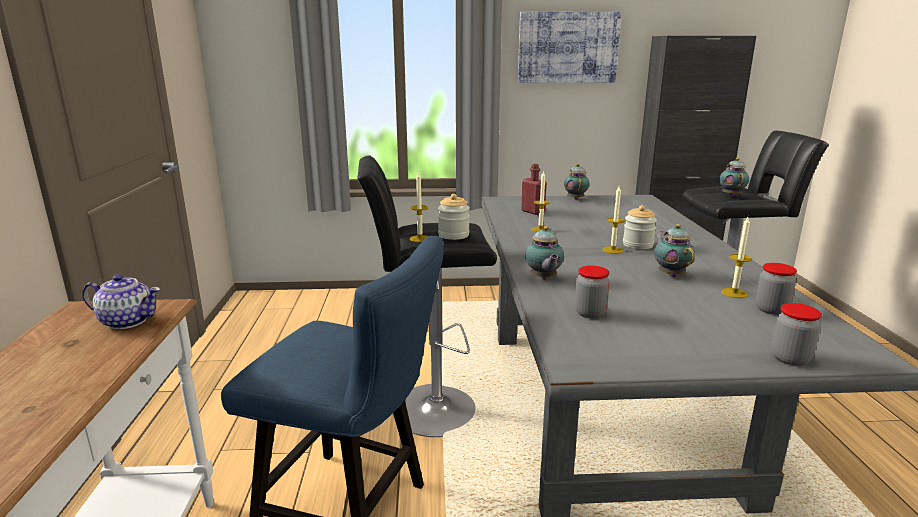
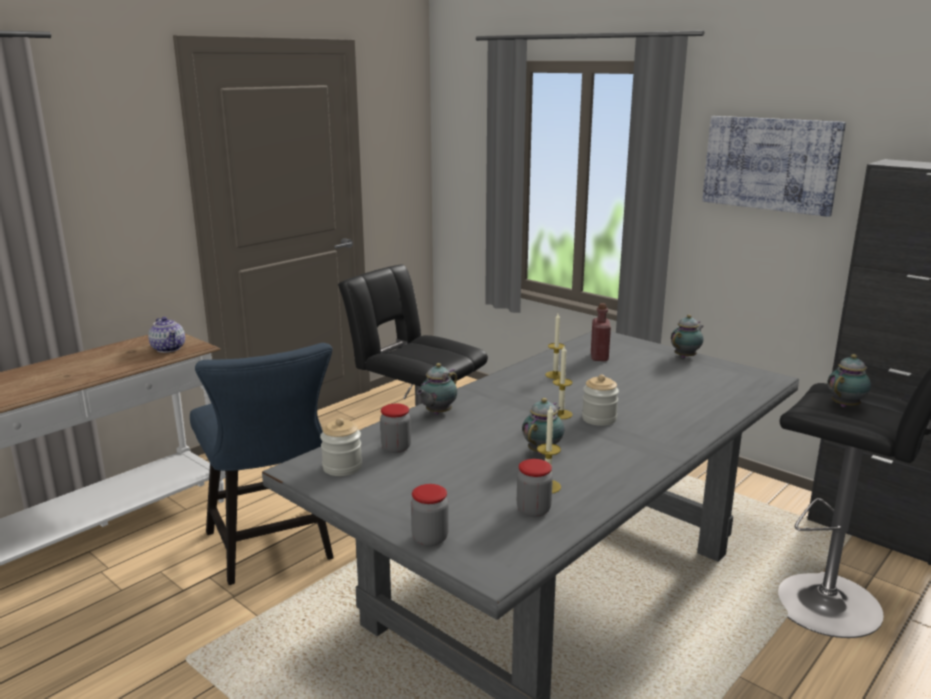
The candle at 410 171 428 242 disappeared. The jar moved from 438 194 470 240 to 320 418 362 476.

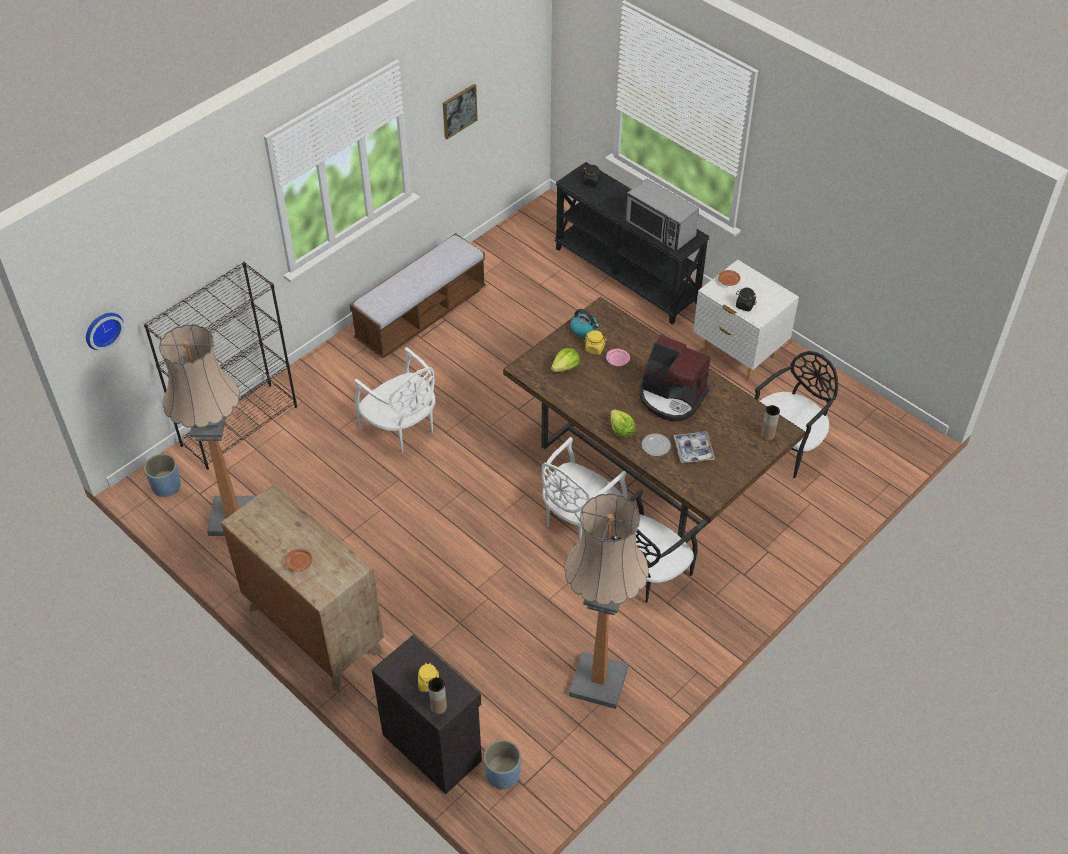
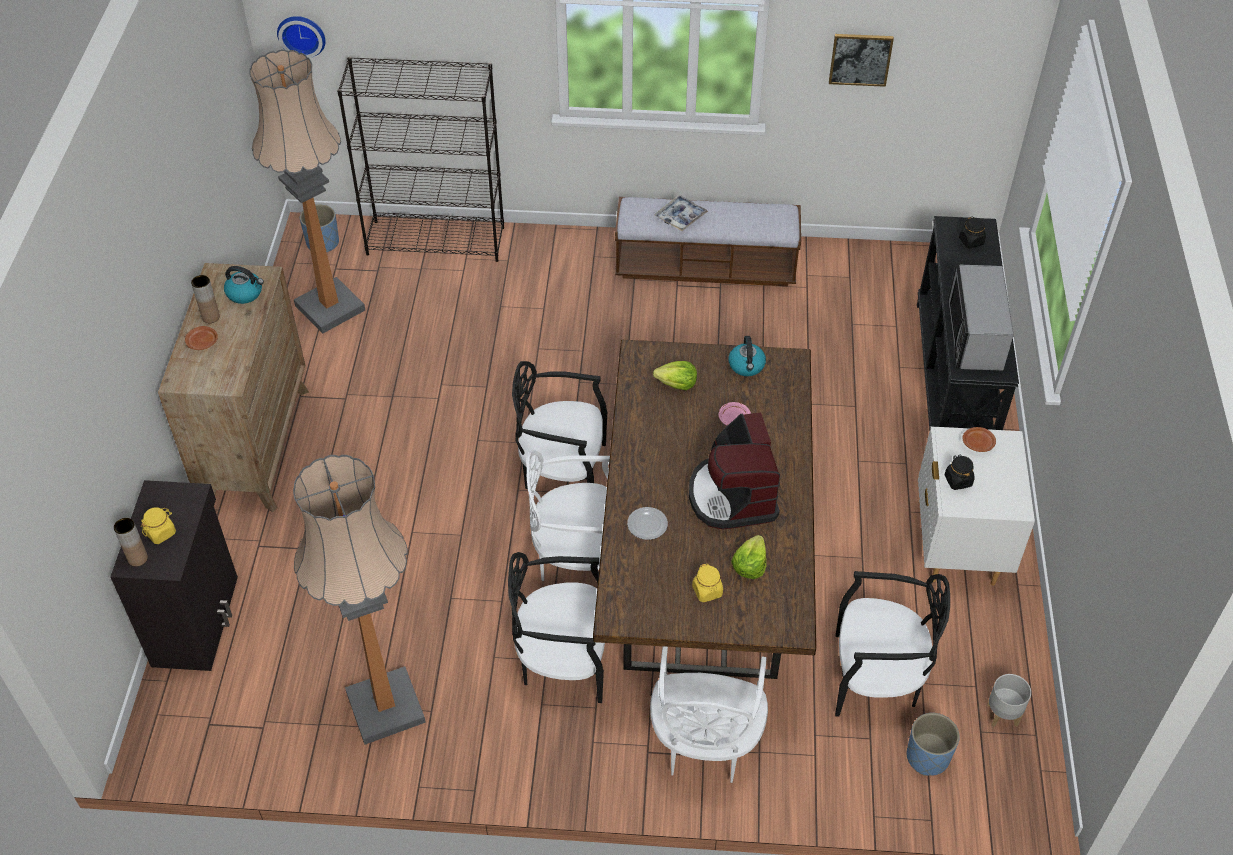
The jar (yellow) moved from 584 330 607 355 to 692 564 723 602. The chair (white) moved from 354 347 436 453 to 650 646 768 783. The vase (brown) moved from 761 405 780 441 to 191 275 220 323. The lettuce moved from 611 409 636 438 to 731 535 767 579. The tray moved from 674 431 715 463 to 655 195 708 231. The planter (blue) moved from 484 740 521 789 to 907 713 960 776. The kettle at 224 266 264 304 appeared. The chair (black) at 512 361 607 489 appeared. The planter (grey) at 987 674 1031 727 appeared.

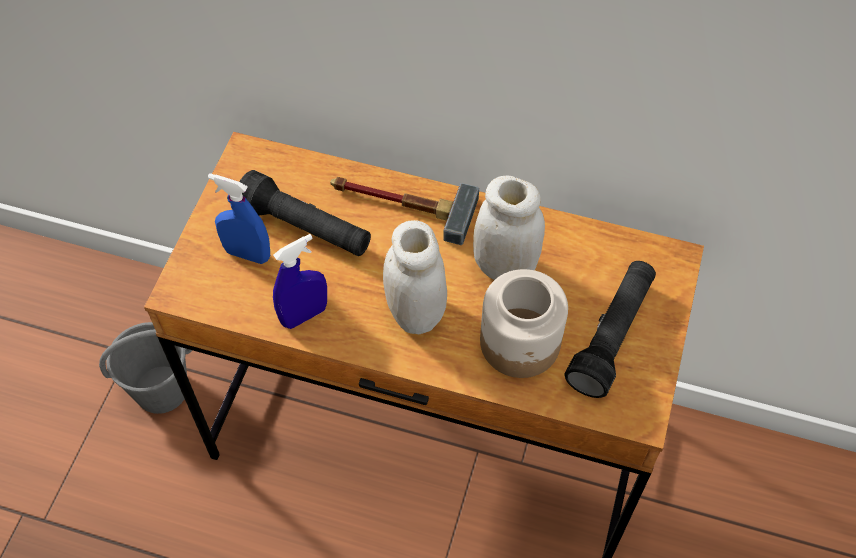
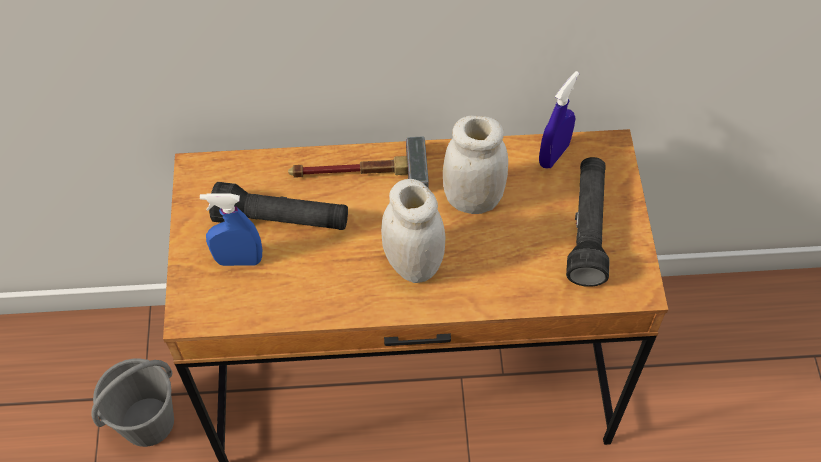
The spray bottle (blue) moved from 273 234 327 329 to 539 71 579 169. The jar at 480 269 568 378 disappeared.

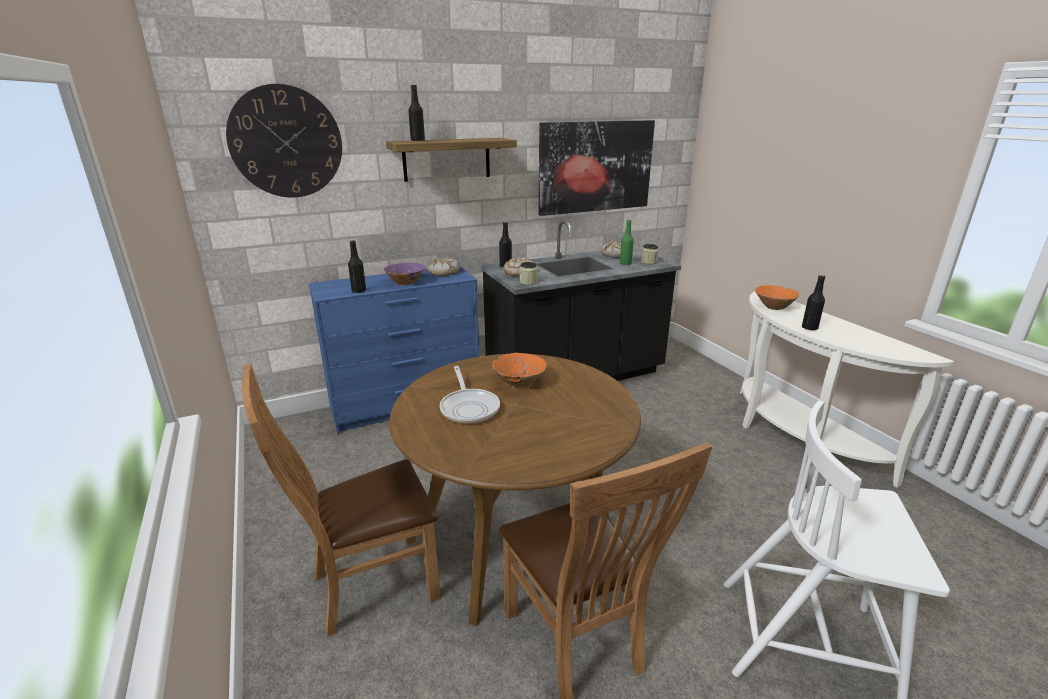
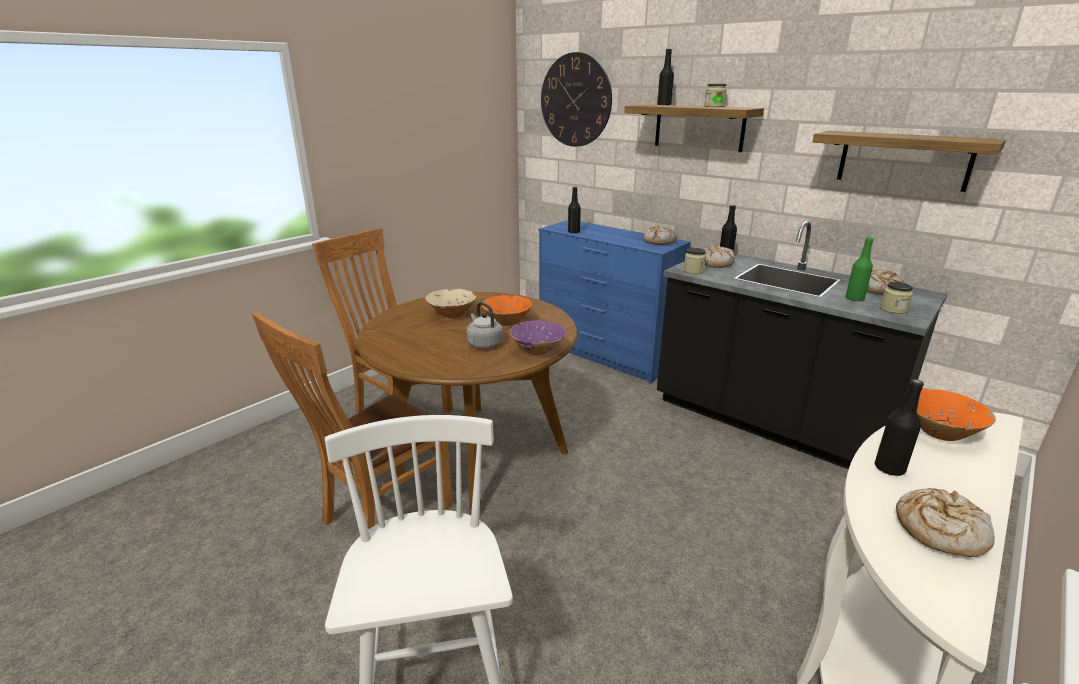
The picture at 538 120 655 216 was replaced by the shelf at 812 130 1006 192. The bowl (purple) moved from 384 263 426 285 to 510 320 566 355. The frying pan at 440 366 500 424 was replaced by the bowl (beige) at 425 289 476 318. The jar at 704 84 727 107 appeared. The kettle (grey) at 467 302 503 349 appeared. The bread at 896 488 995 557 appeared.

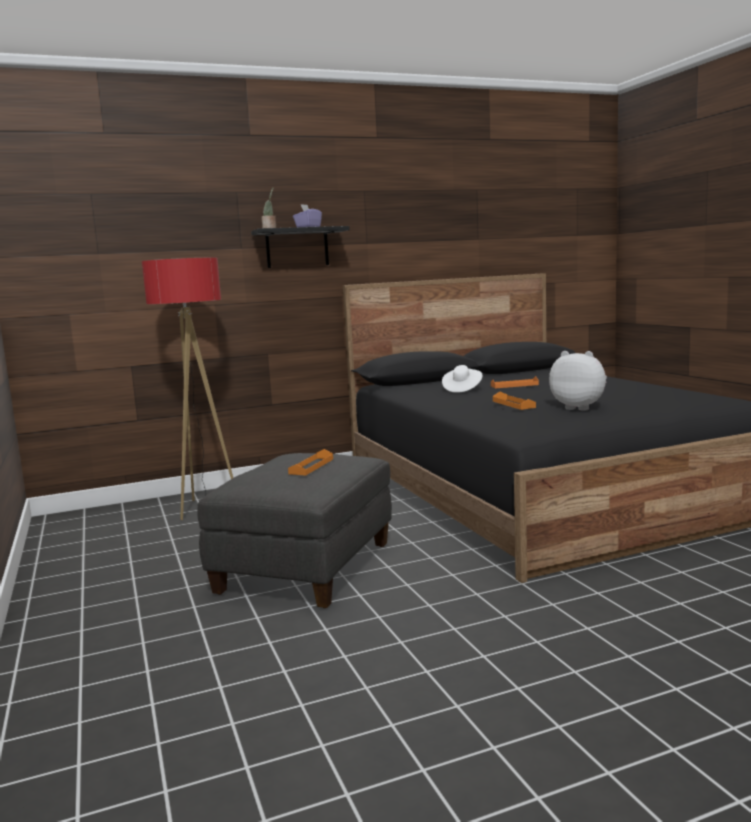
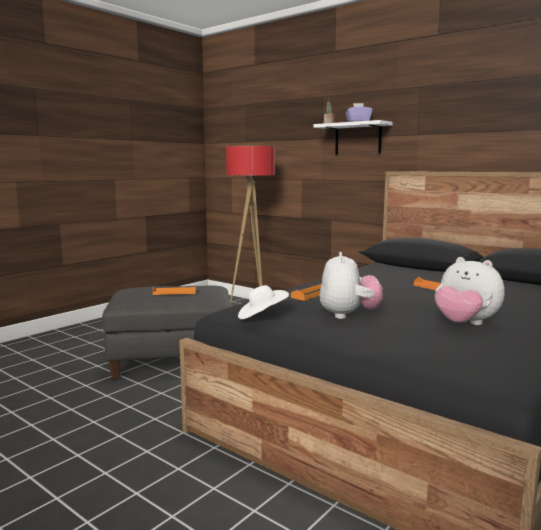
The shelf (black) at 251 226 350 268 became the shelf (white) at 313 120 393 154. The hat (white) moved from 442 365 483 393 to 238 285 289 319. The plush toy at 435 257 505 325 appeared.

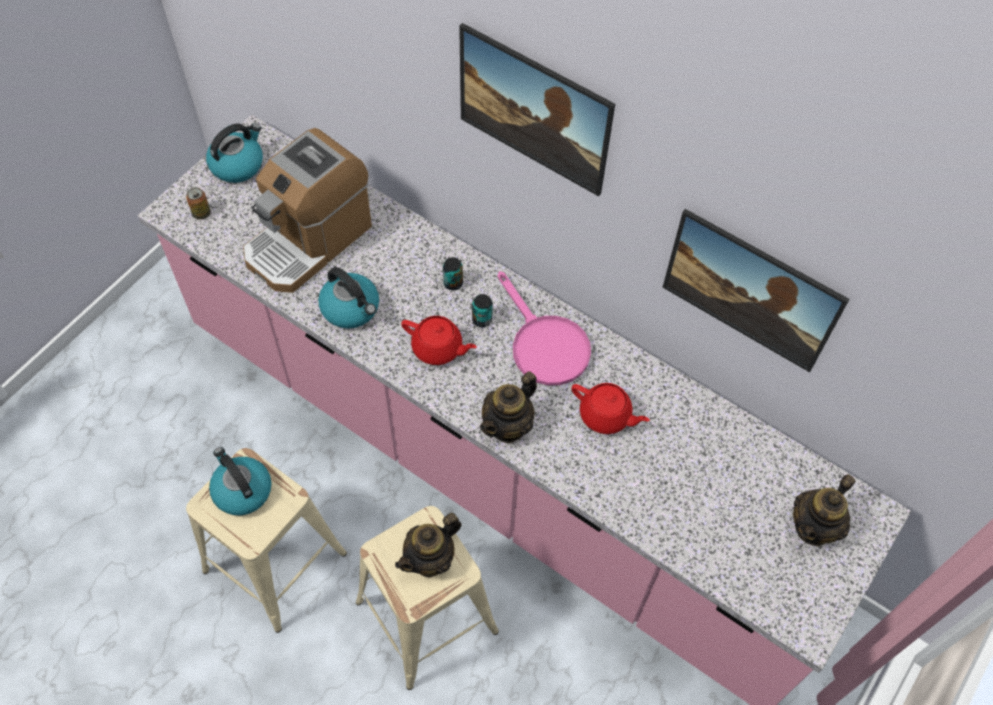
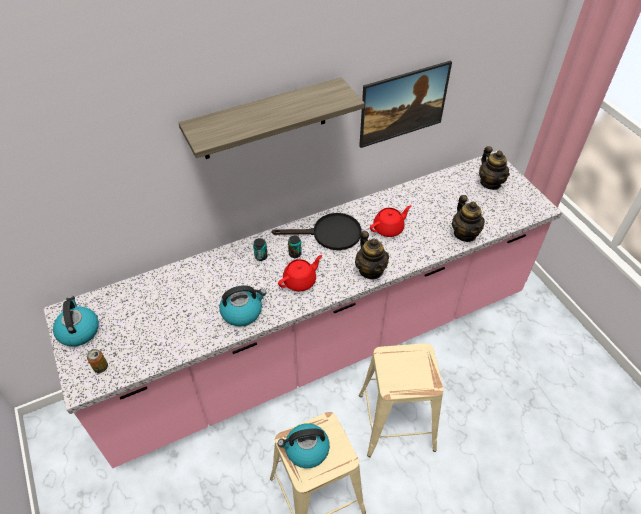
The picture at 459 23 615 196 was replaced by the shelf at 179 77 365 159. The coffee machine at 243 128 372 293 disappeared. The frying pan (pink) at 498 271 591 385 became the frying pan (black) at 272 213 362 250. The teapot moved from 395 513 461 578 to 452 195 485 242.

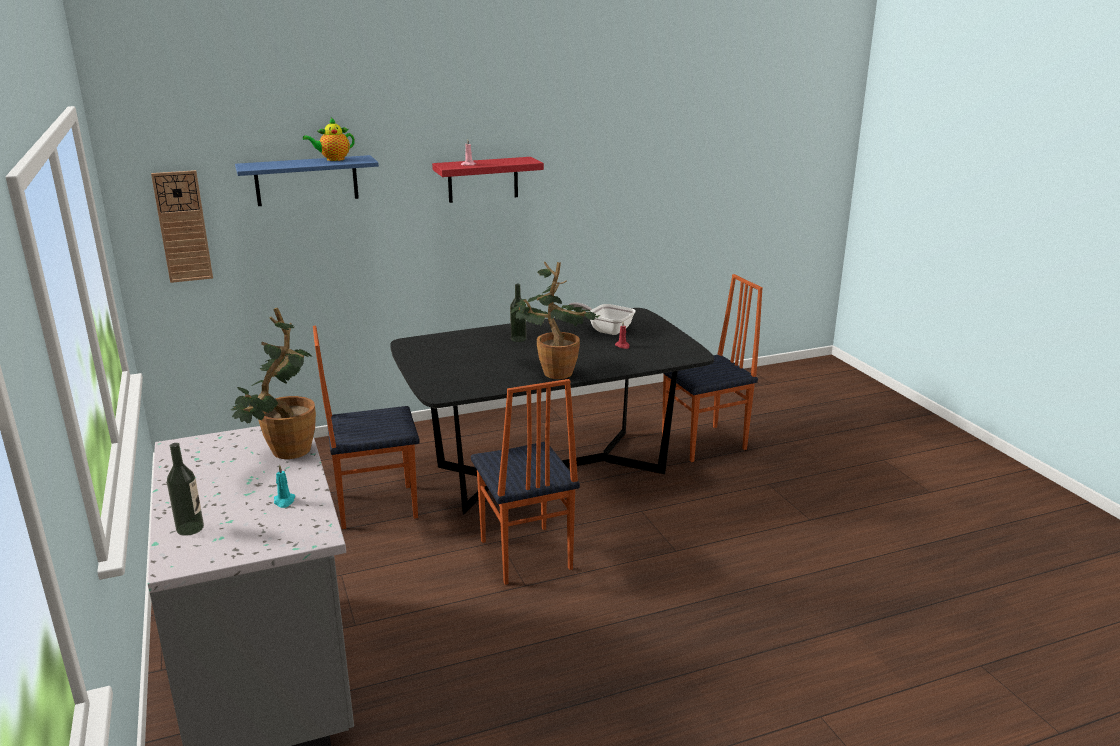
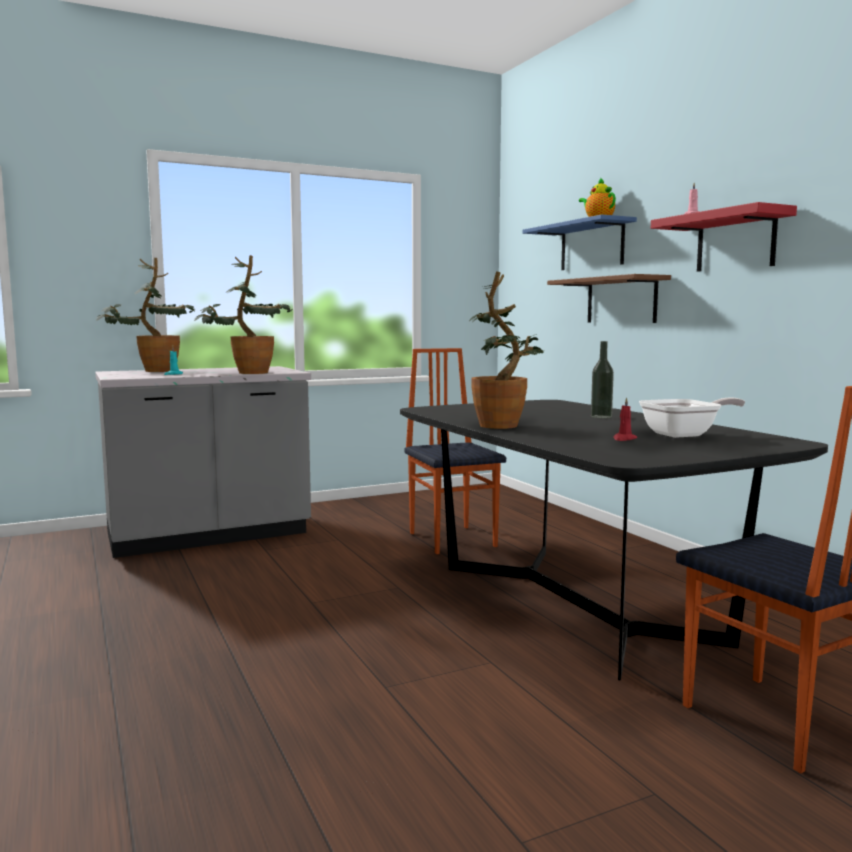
The wall clock at 151 170 213 283 disappeared. The frying pan at 569 302 636 335 turned 45 degrees clockwise. The chair at 471 379 580 585 disappeared. The bottle at 167 443 204 536 was replaced by the potted plant at 95 258 195 372. The shelf (brown) at 547 274 671 323 appeared.

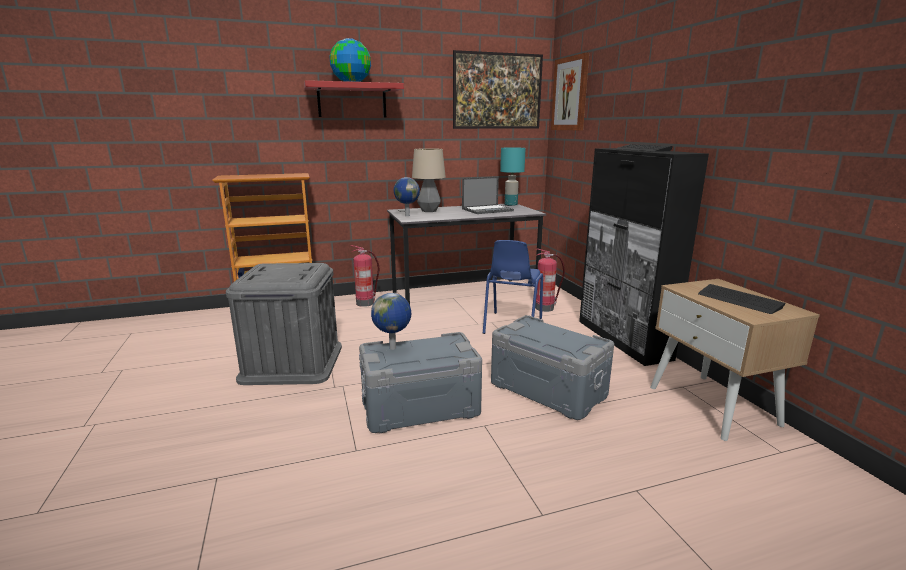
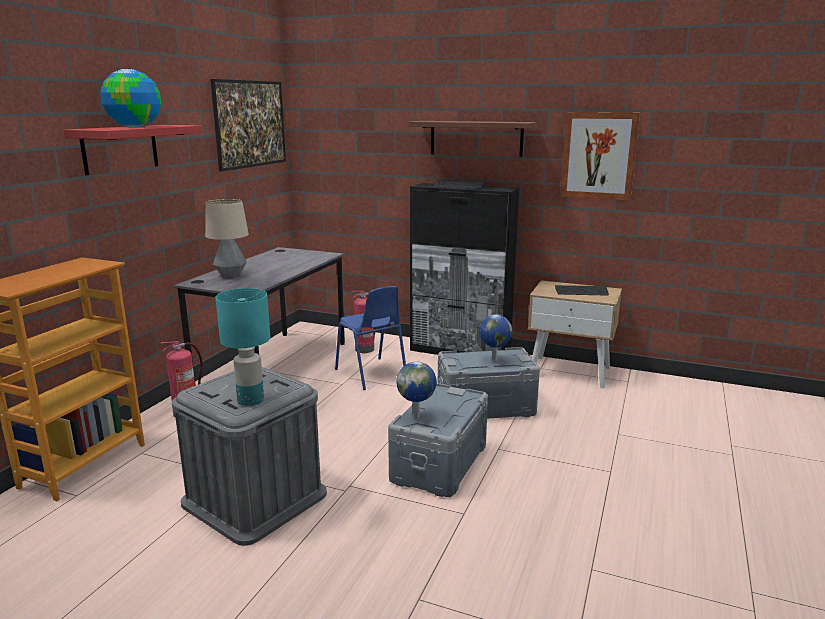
The picture moved from 551 53 589 130 to 560 112 640 201. The table lamp (turquoise) moved from 500 147 526 206 to 216 288 270 406. The globe moved from 394 177 420 216 to 479 314 512 362. The laptop at 462 177 514 214 disappeared. The shelf at 409 121 537 157 appeared.

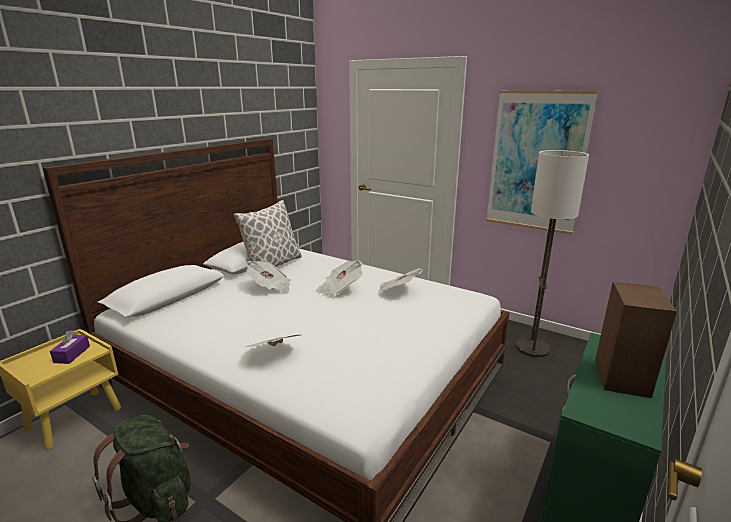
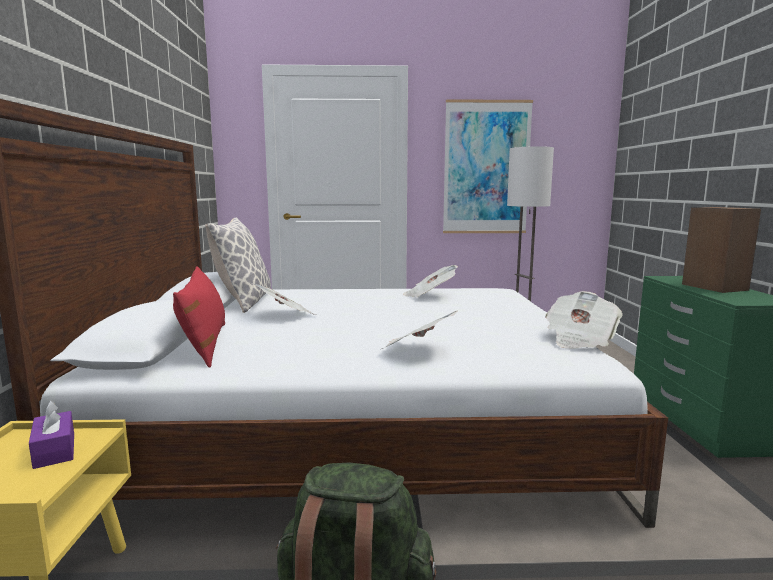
The newspaper moved from 317 260 363 296 to 545 291 623 349. The pillow (red) at 173 266 225 368 appeared.

